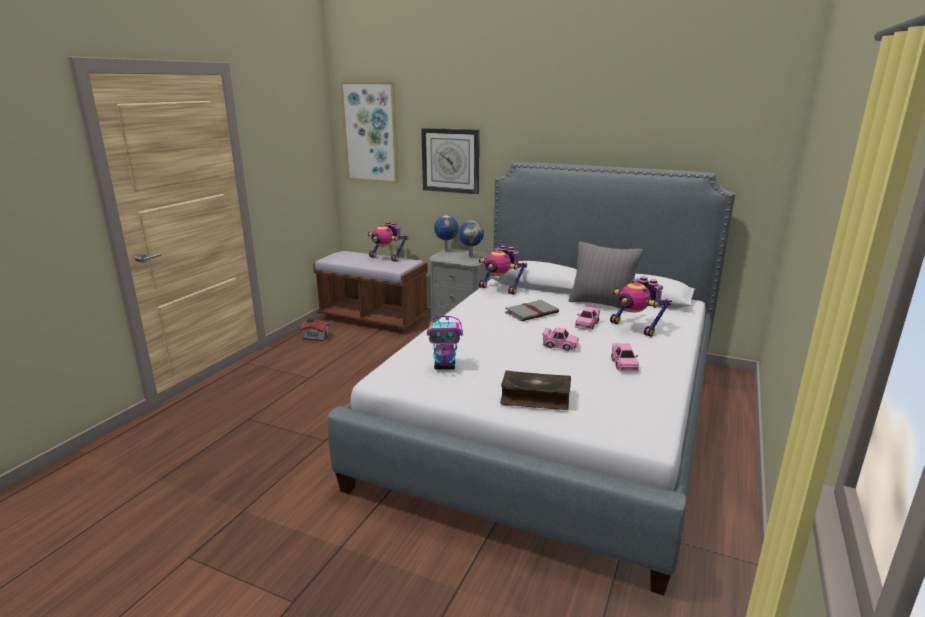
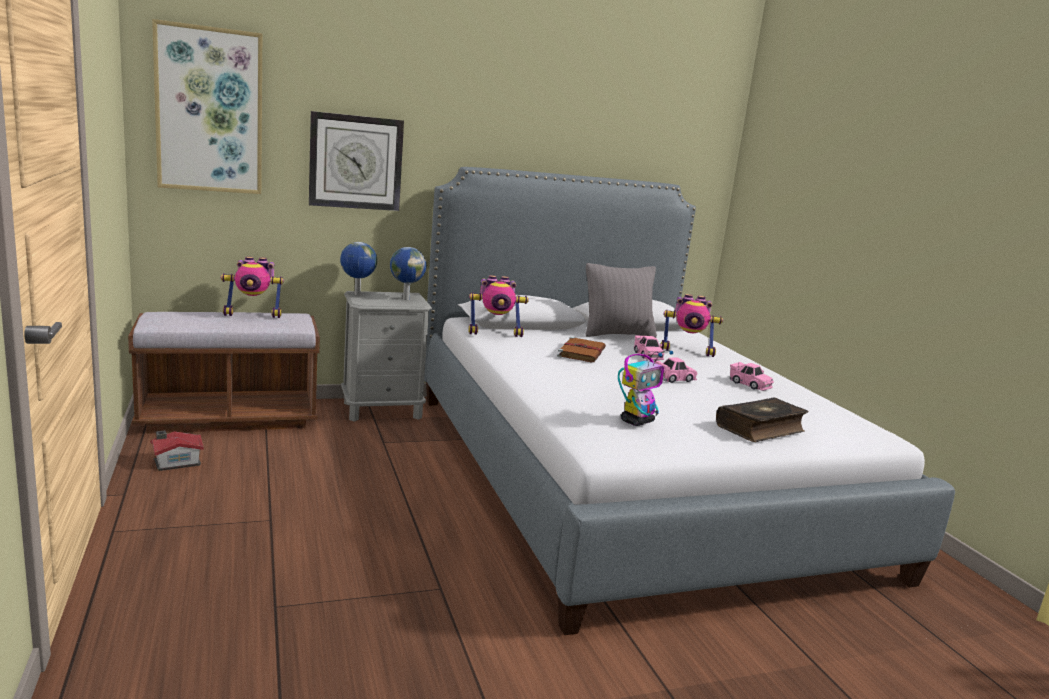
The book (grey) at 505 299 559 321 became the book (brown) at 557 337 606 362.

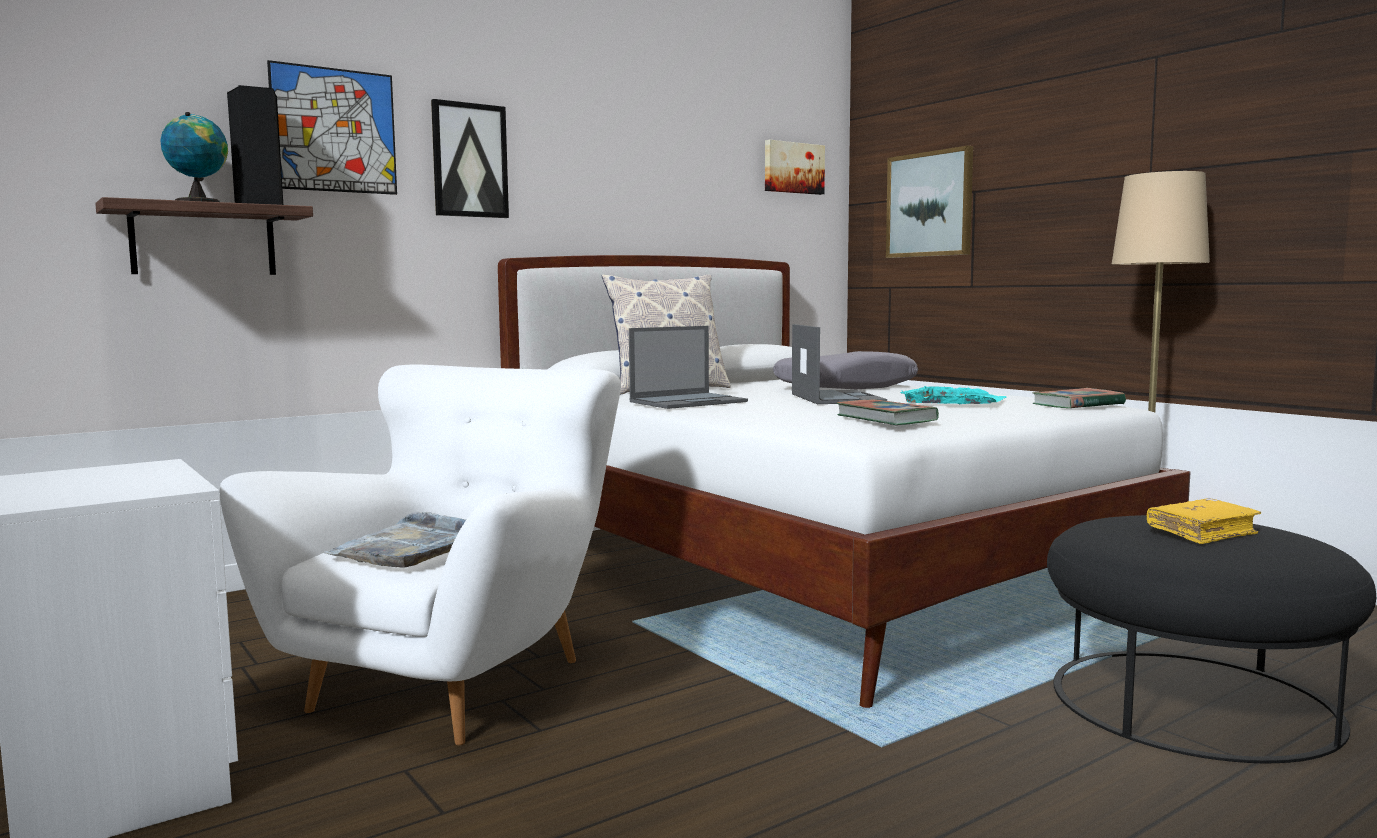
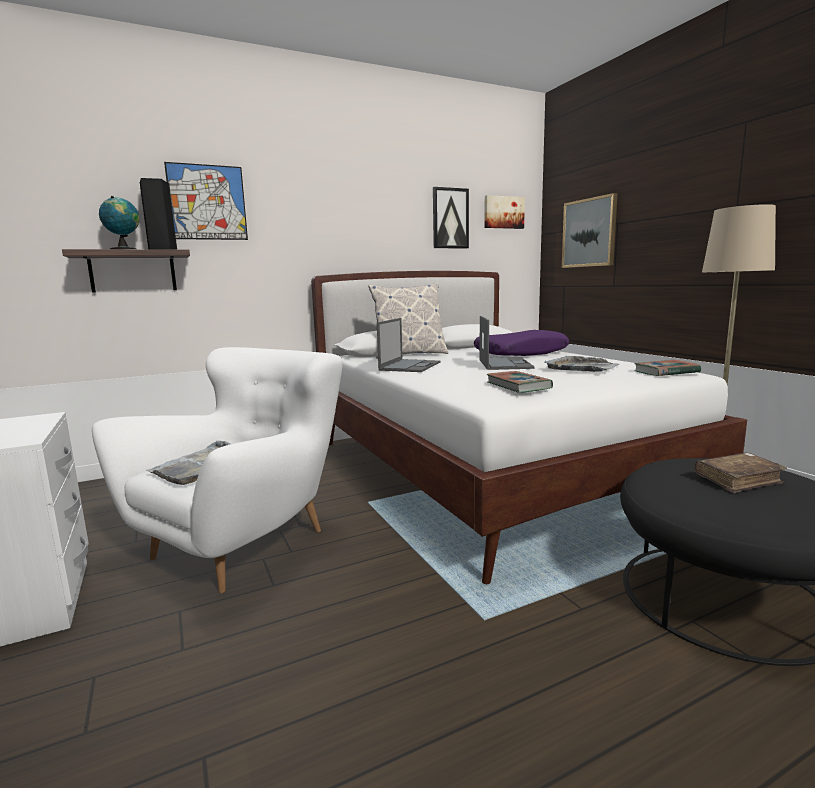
The picture moved from 431 99 509 218 to 433 187 469 248. The laptop at 629 326 748 409 turned 45 degrees counterclockwise. The pillow (grey) at 773 351 918 389 became the pillow (purple) at 474 330 569 356. The tray (turquoise) at 900 386 1007 404 became the tray (grey) at 545 356 619 372. The book (yellow) at 1147 499 1261 544 became the book (brown) at 695 453 787 493.

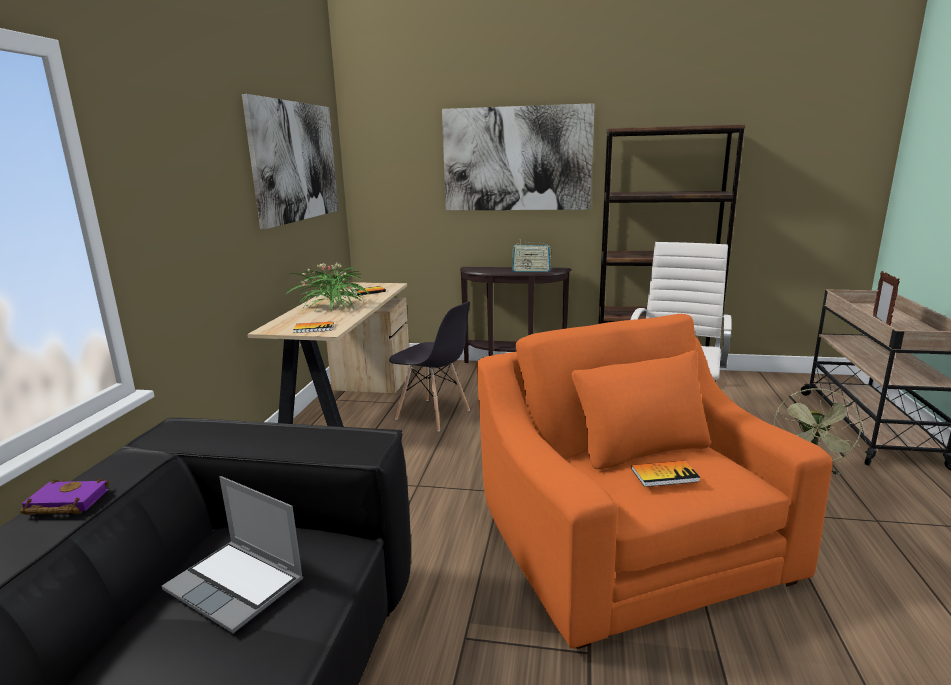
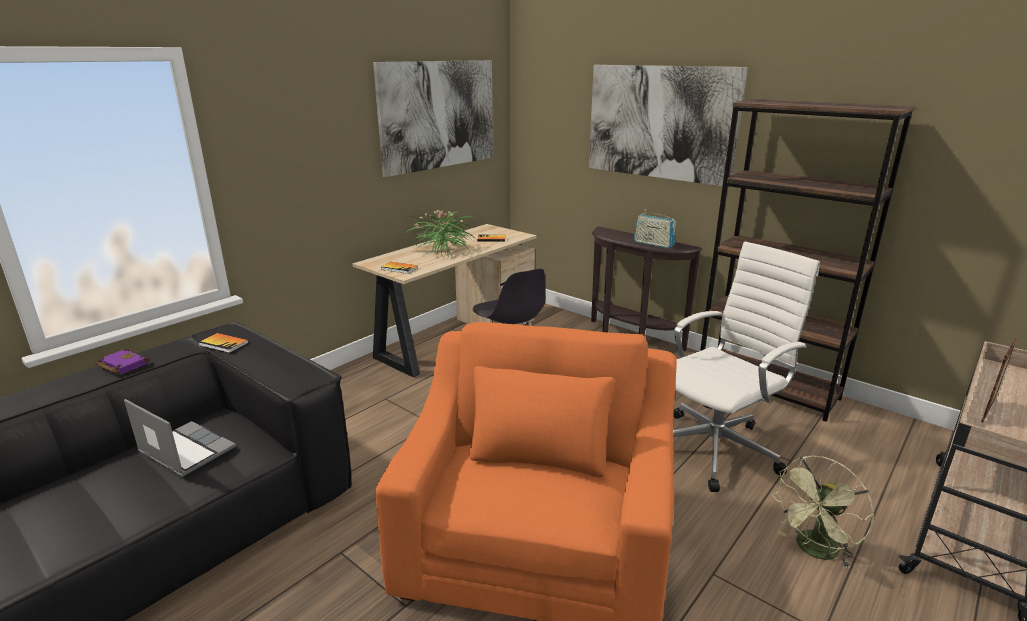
The book moved from 631 461 700 487 to 199 333 248 353. The laptop at 162 476 303 633 turned 150 degrees clockwise.

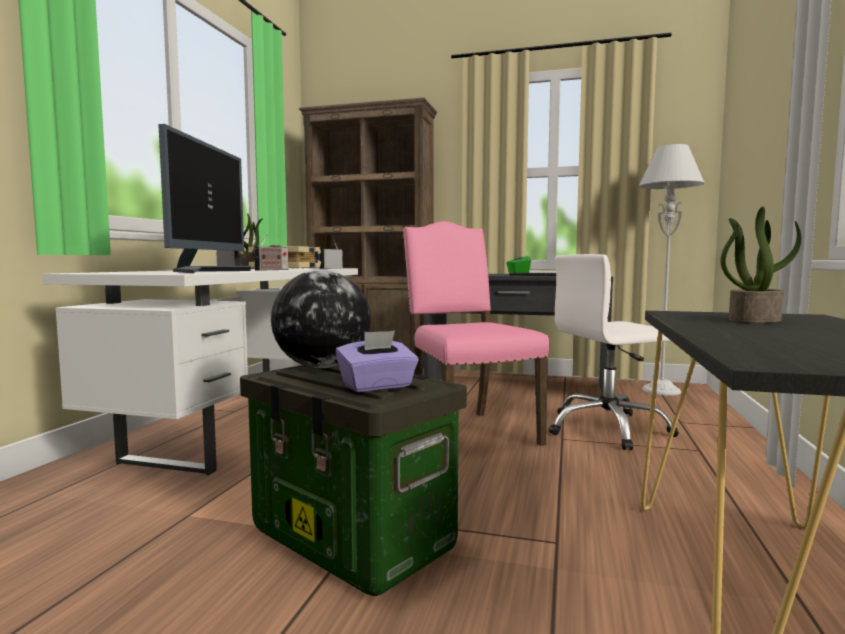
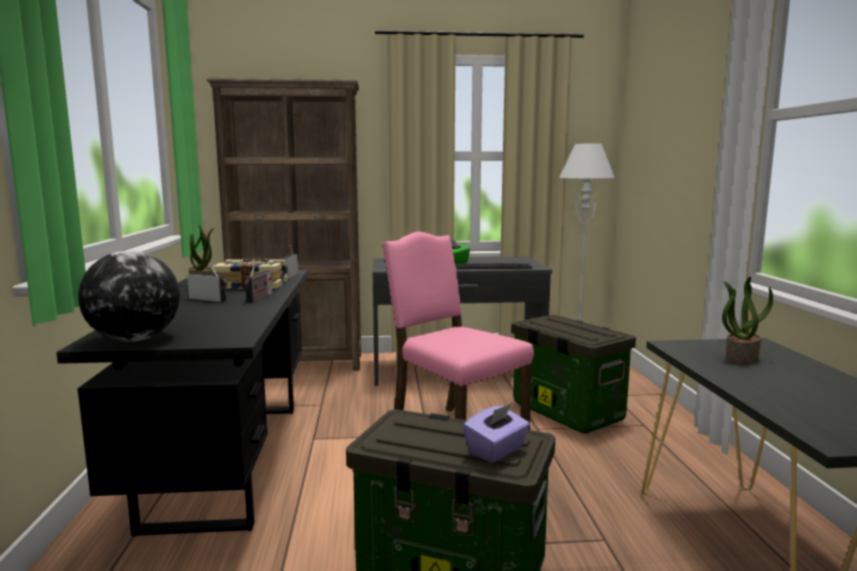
The monitor at 158 124 251 273 disappeared. The office chair (white) at 549 254 679 450 was replaced by the storage box at 511 315 636 434. The desk (white) at 43 268 358 475 became the desk (black) at 56 270 308 537. The globe moved from 271 270 371 368 to 78 251 180 342.

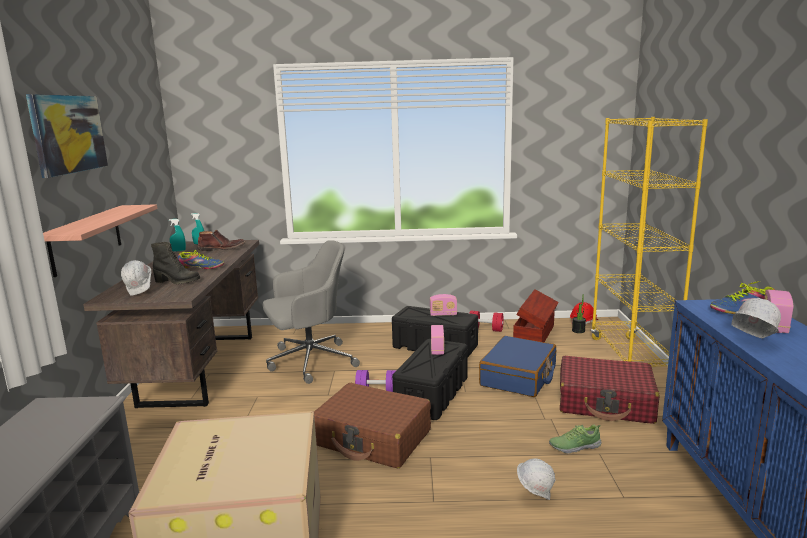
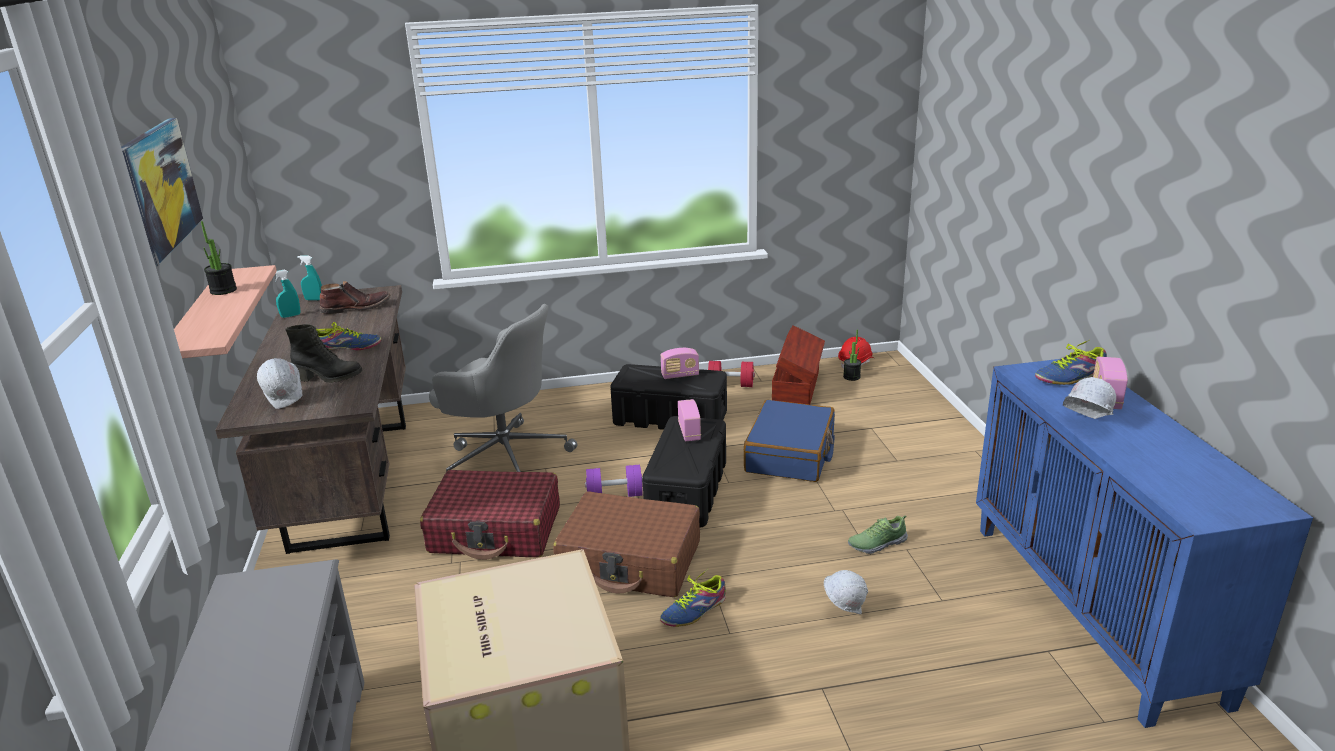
The bookcase (yellow) at 590 117 708 366 disappeared. The office chair (grey) at 263 240 360 384 turned 60 degrees clockwise. The suitcase (red) moved from 560 356 660 424 to 420 470 560 560. The potted plant at 201 221 237 295 appeared. The shoe at 660 569 726 627 appeared.

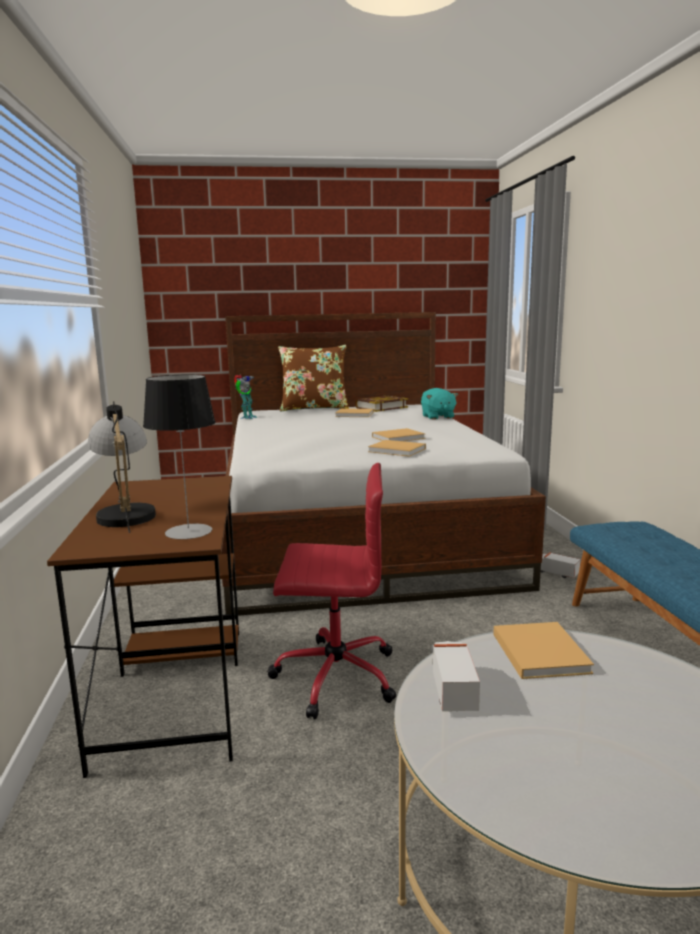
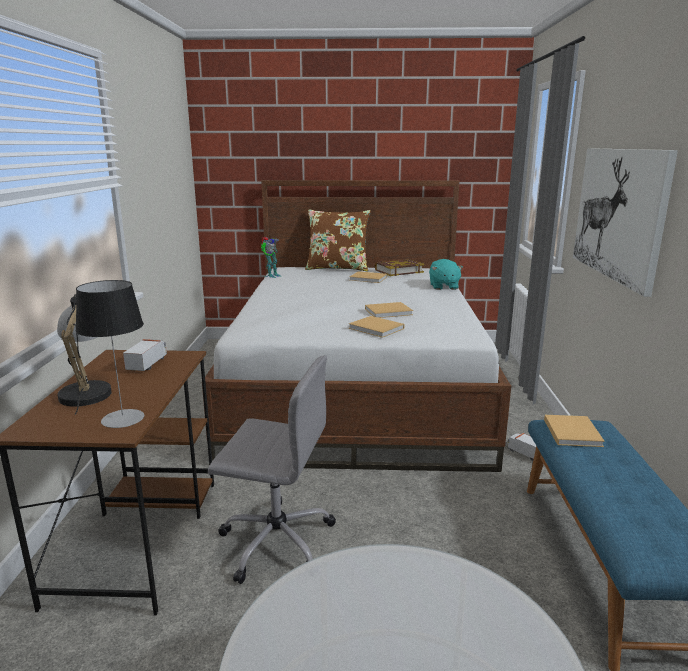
The office chair (red) at 267 463 396 719 became the office chair (grey) at 208 355 336 584. The book (beige) moved from 493 622 594 679 to 544 415 605 447. The toy truck moved from 431 641 480 711 to 123 339 167 371. The picture at 573 148 678 297 appeared.

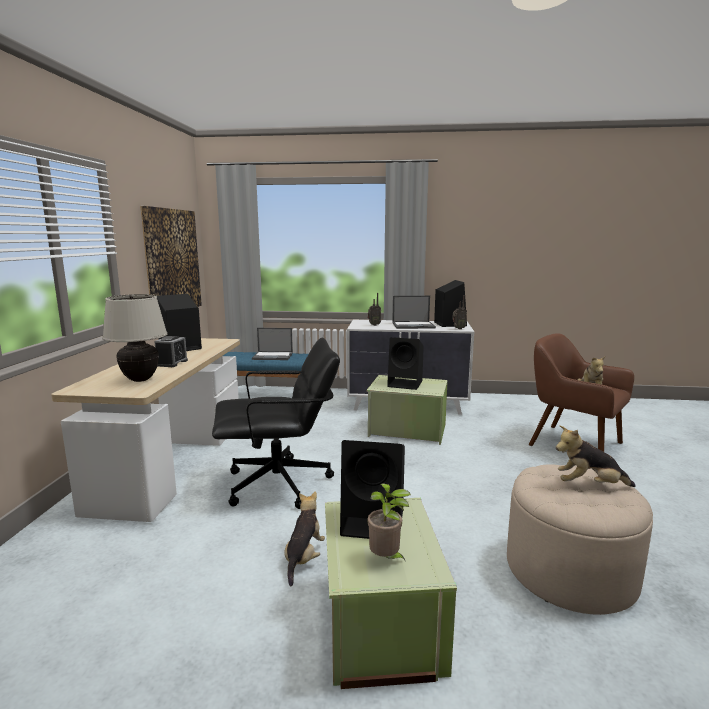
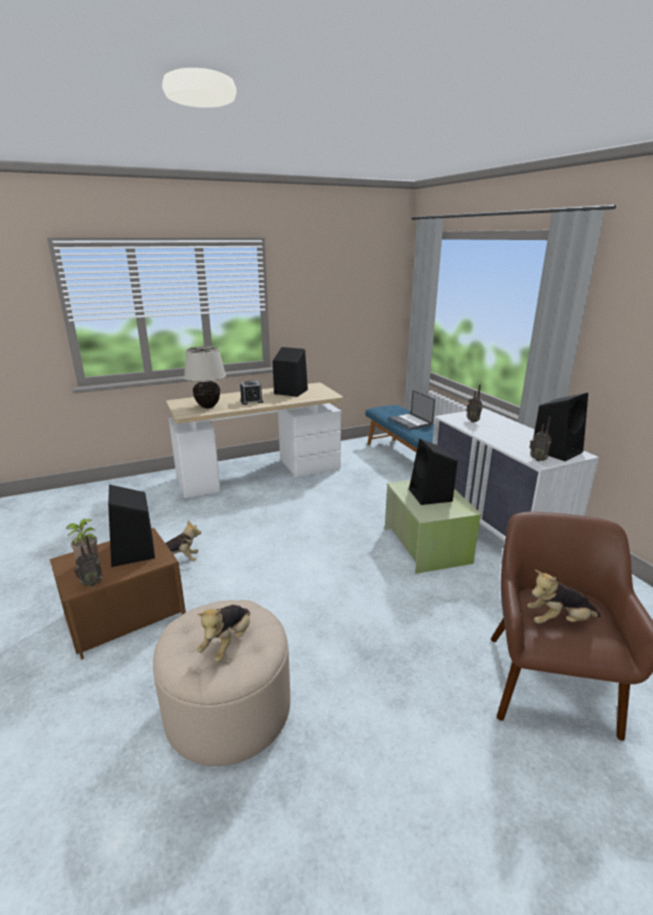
The picture at 140 206 202 307 disappeared. The laptop at 392 296 436 329 disappeared. The office chair (black) at 212 338 340 509 disappeared. The plush toy at 556 426 636 487 turned 135 degrees counterclockwise. The storage box (green) at 325 498 457 689 became the storage box (brown) at 50 528 186 660. The radio at 74 535 103 587 appeared.

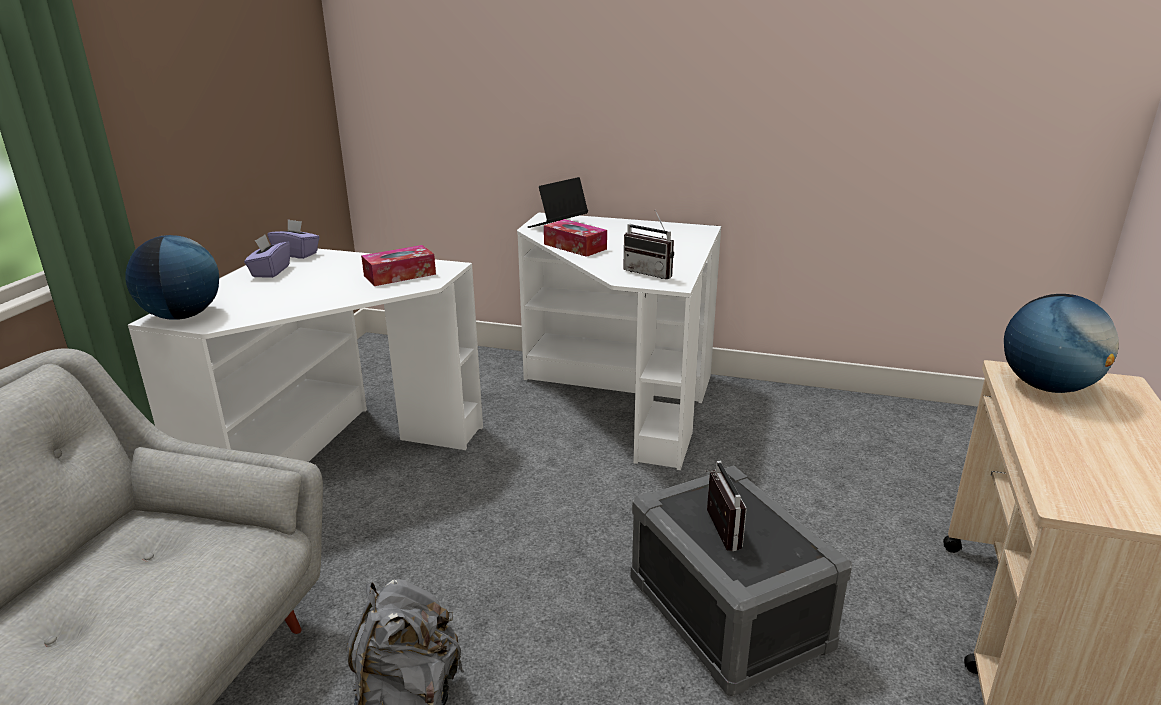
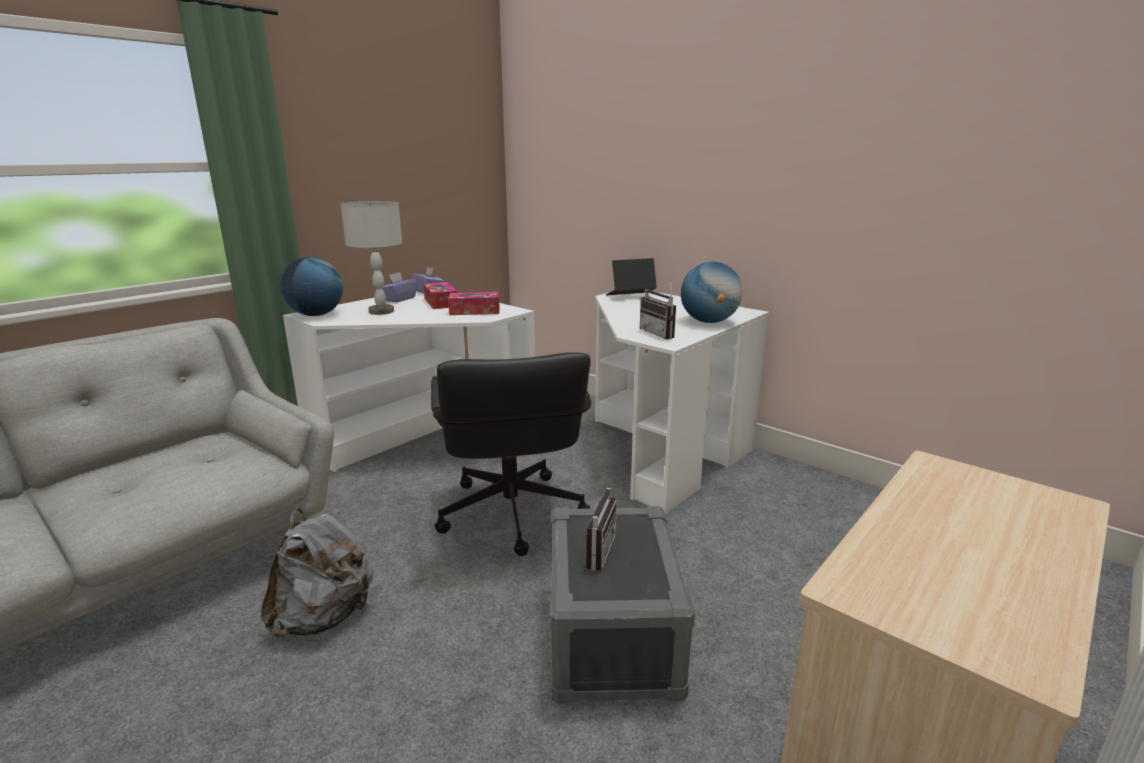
The tissue box moved from 544 219 607 257 to 423 282 457 309. The globe moved from 1004 294 1119 393 to 681 262 742 323. The table lamp (grey) at 341 201 402 315 appeared. The office chair (black) at 431 352 591 556 appeared.

